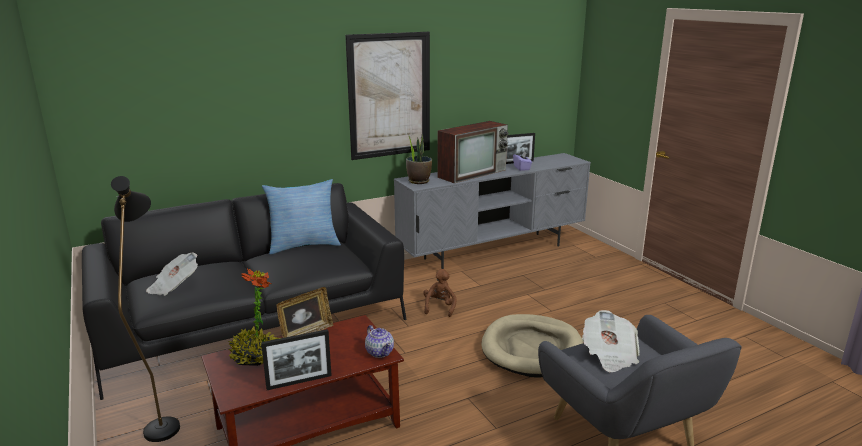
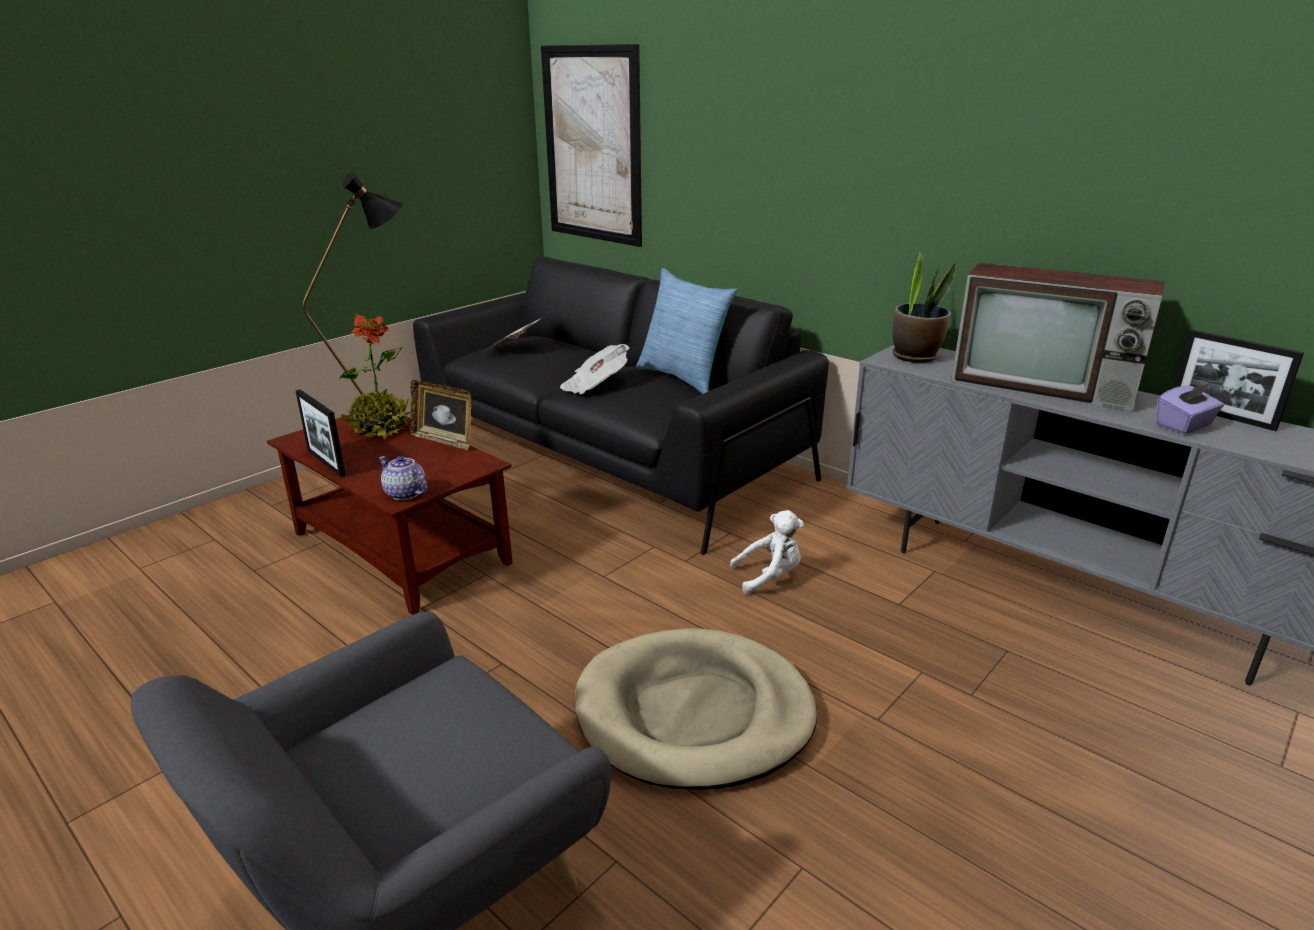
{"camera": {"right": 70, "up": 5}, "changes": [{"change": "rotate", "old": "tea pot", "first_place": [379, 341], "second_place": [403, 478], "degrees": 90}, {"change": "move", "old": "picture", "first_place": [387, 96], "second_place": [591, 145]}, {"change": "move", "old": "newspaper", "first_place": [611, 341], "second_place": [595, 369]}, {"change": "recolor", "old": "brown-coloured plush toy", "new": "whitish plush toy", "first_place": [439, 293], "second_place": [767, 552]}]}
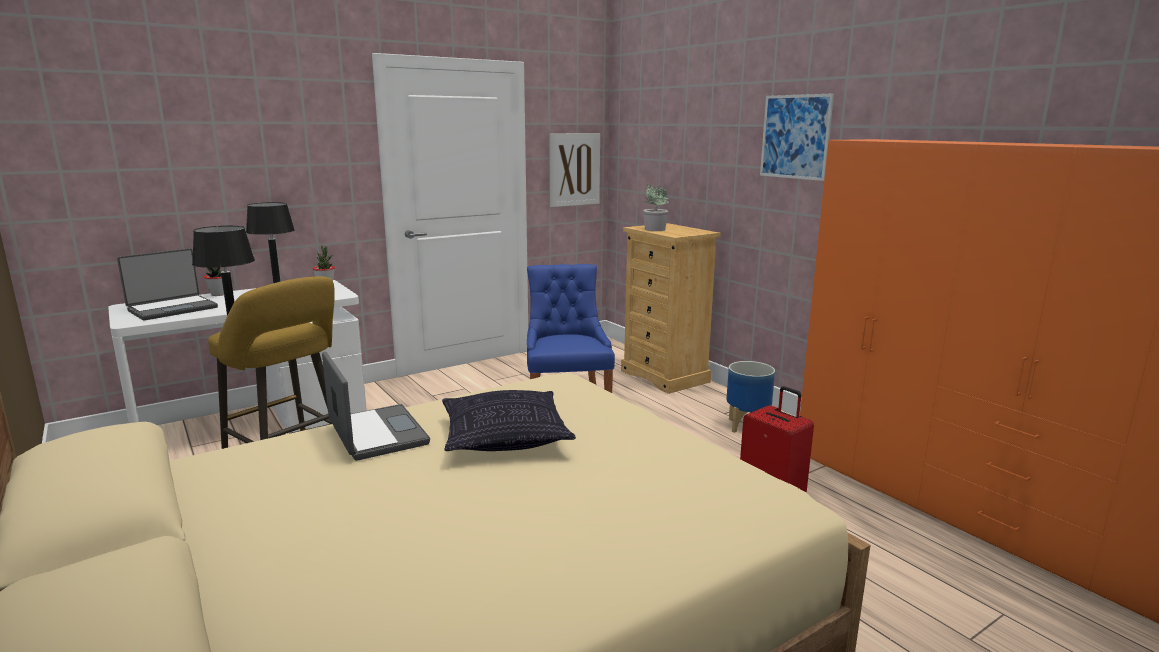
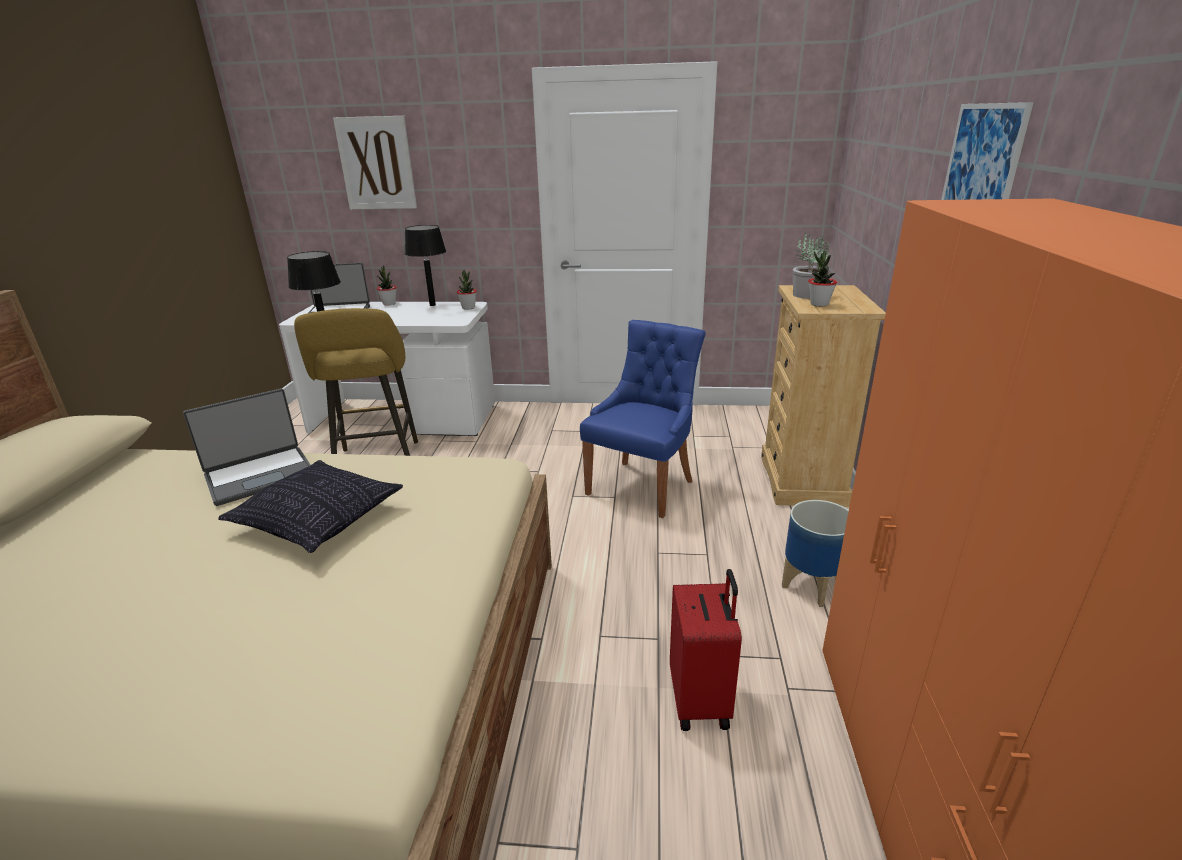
{"camera": {"right": 40, "up": 10}, "changes": [{"change": "rotate", "old": "notebook computer", "first_place": [376, 406], "second_place": [247, 447], "degrees": 45}, {"change": "move", "old": "picture", "first_place": [575, 170], "second_place": [375, 162]}, {"change": "insert", "new": "potted plant", "second_place": [822, 279]}]}
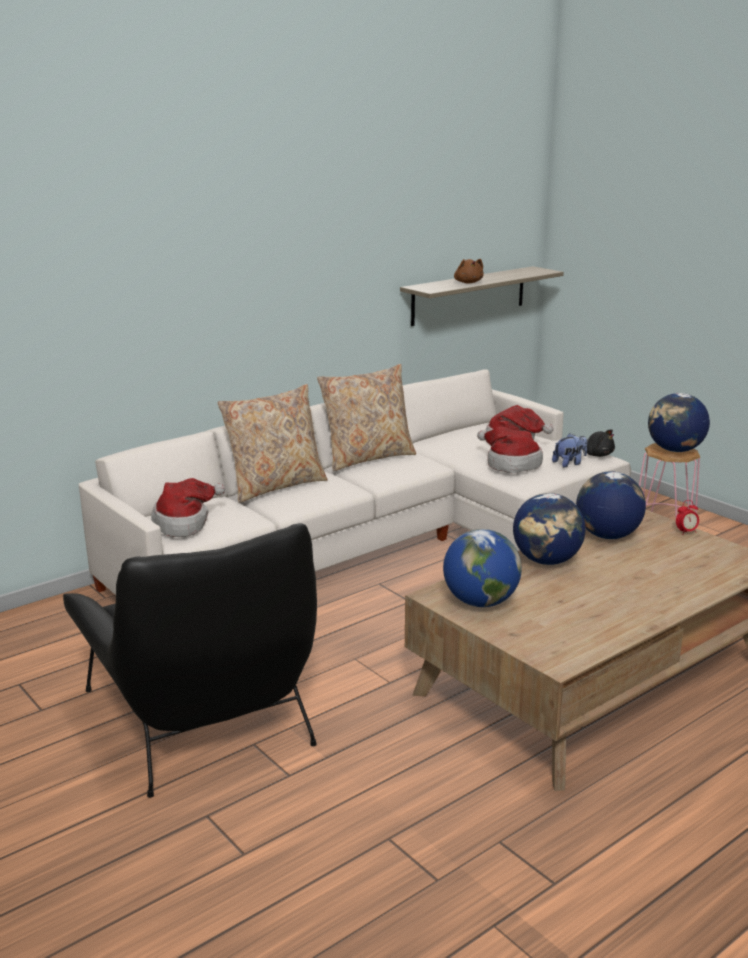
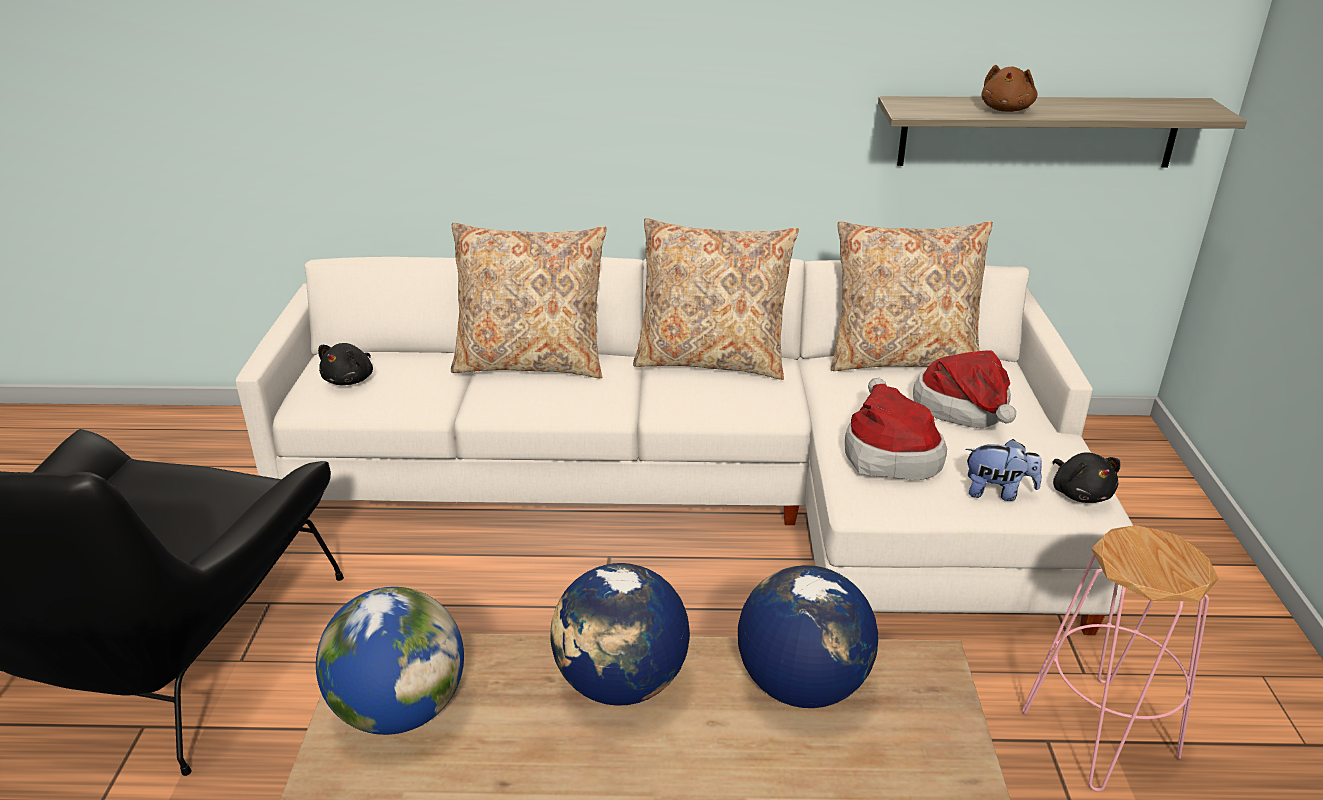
{"camera": {"right": 40, "up": 10}, "changes": [{"change": "replace", "old": "wearable hat", "new": "black-coloured plush toy", "first_place": [188, 507], "second_place": [345, 364]}, {"change": "insert", "new": "sand-coloured throw pillow", "second_place": [912, 296]}, {"change": "delete", "old": "desk globe", "first_place": [679, 422]}, {"change": "delete", "old": "table clock", "first_place": [687, 517]}]}
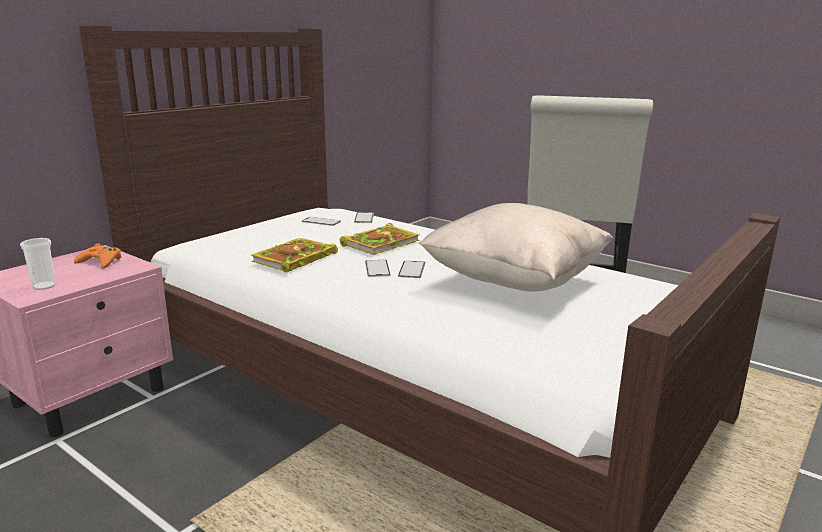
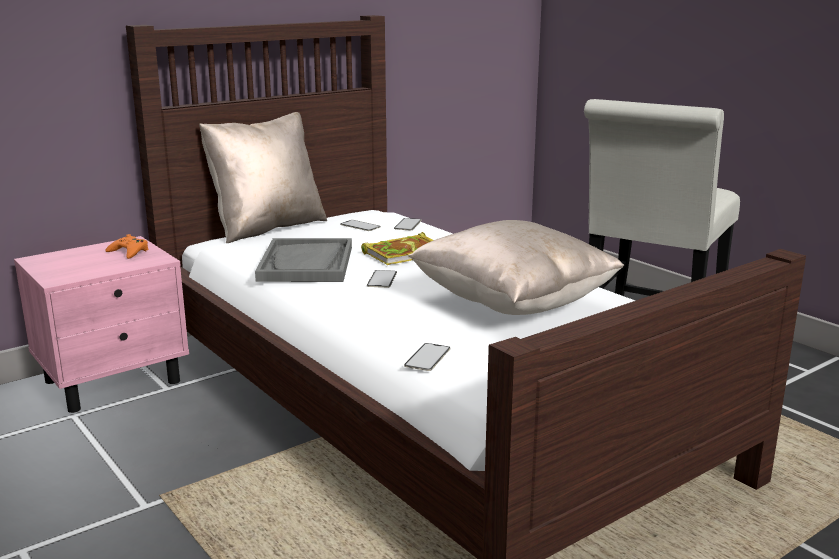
{"camera": {"right": 15, "up": 0}, "changes": [{"change": "insert", "new": "sand-coloured throw pillow", "second_place": [263, 177]}, {"change": "replace", "old": "book", "new": "gray serving tray", "first_place": [294, 255], "second_place": [303, 260]}, {"change": "move", "old": "phone", "first_place": [411, 269], "second_place": [427, 357]}, {"change": "delete", "old": "cup", "first_place": [38, 264]}]}
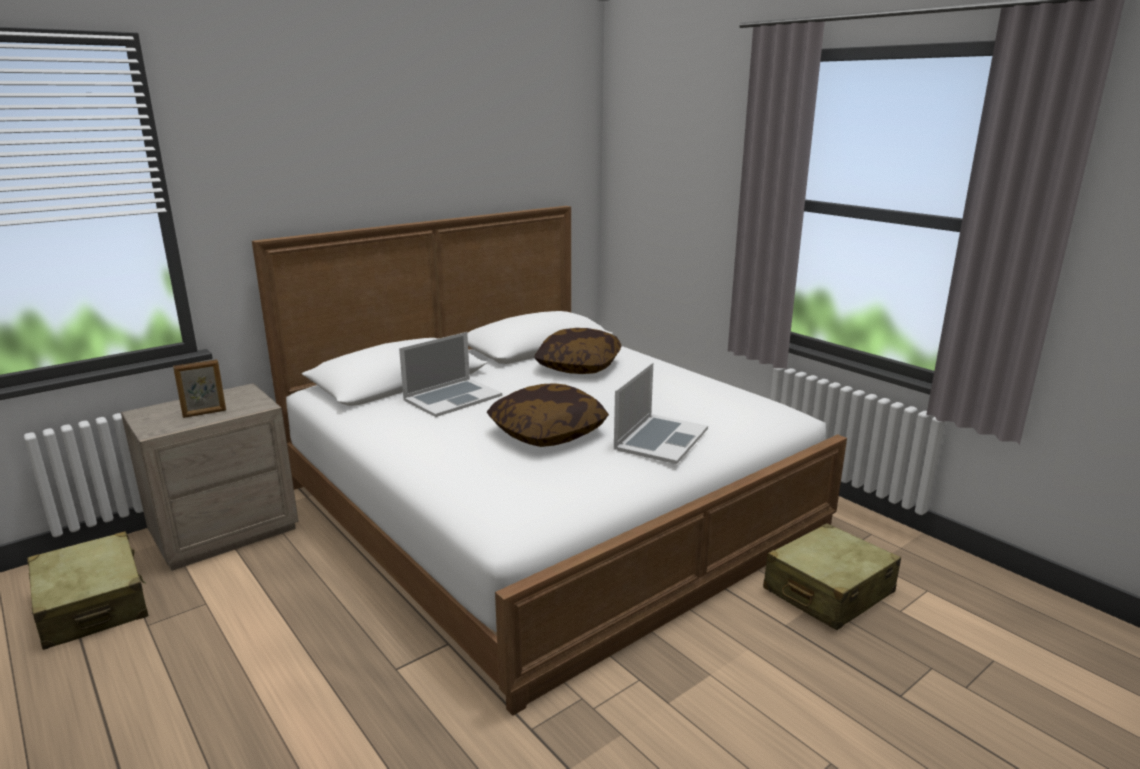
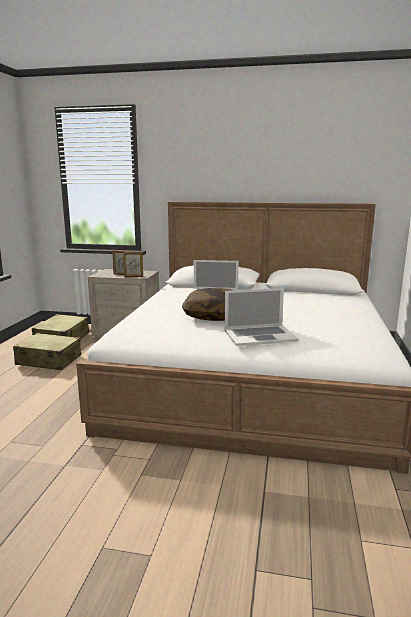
{"camera": {"right": 50, "up": -5}, "changes": [{"change": "move", "old": "sand-coloured piece of luggage", "first_place": [832, 576], "second_place": [47, 351]}, {"change": "insert", "new": "standing frame", "second_place": [133, 264]}, {"change": "delete", "old": "throw pillow", "first_place": [577, 351]}]}
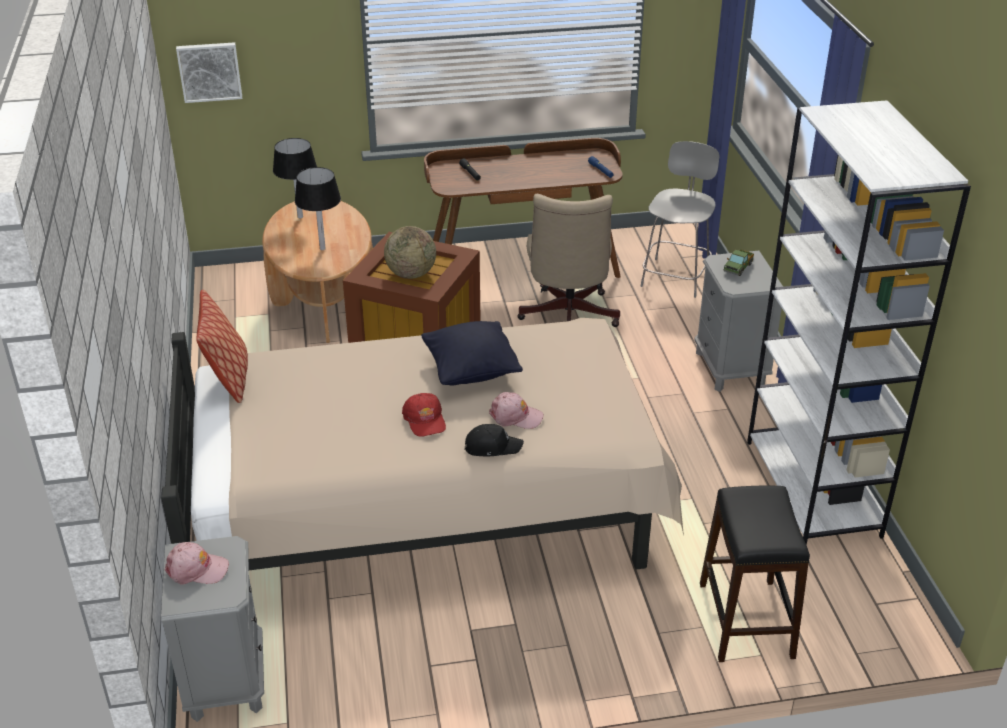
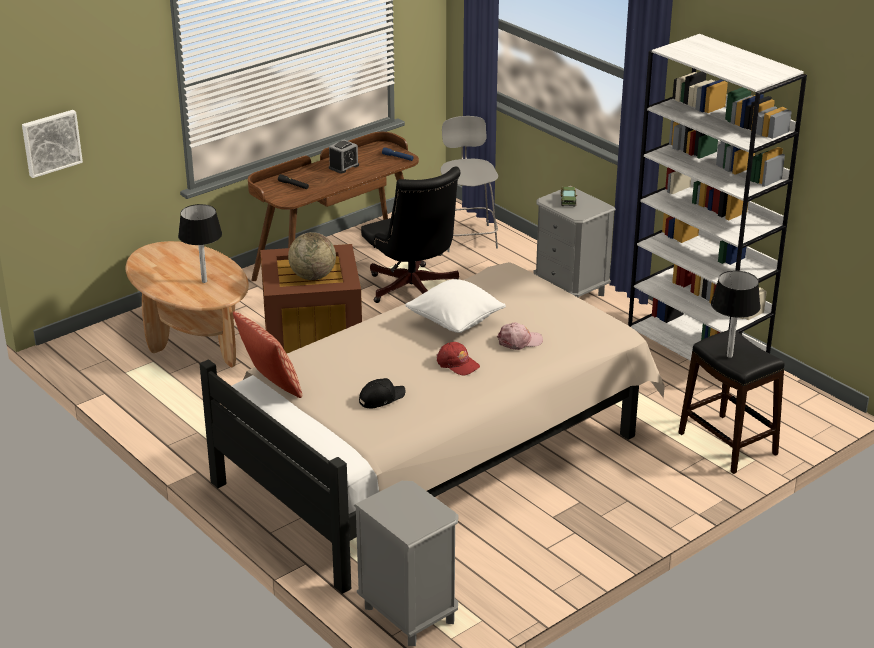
{"camera": {"right": -30, "up": -5}, "changes": [{"change": "insert", "new": "table clock", "second_place": [344, 157]}, {"change": "move", "old": "black-coloured baseball cap", "first_place": [494, 440], "second_place": [382, 393]}, {"change": "recolor", "old": "sand-coloured computer chair", "new": "black-coloured computer chair", "first_place": [568, 260], "second_place": [410, 234]}, {"change": "recolor", "old": "black-coloured throw pillow", "new": "whitish throw pillow", "first_place": [472, 353], "second_place": [455, 306]}, {"change": "move", "old": "black-coloured lamp for a table", "first_place": [295, 178], "second_place": [736, 314]}, {"change": "delete", "old": "pinkish baseball cap", "first_place": [197, 563]}]}
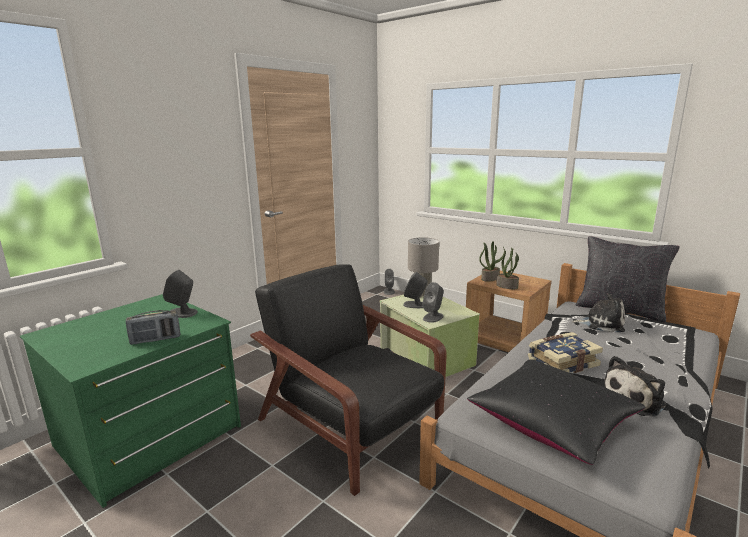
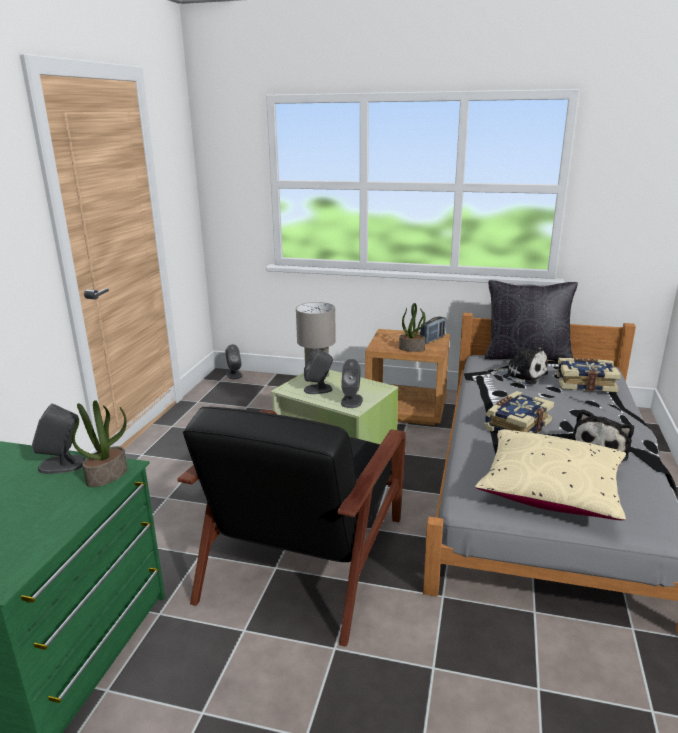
{"camera": {"right": -25, "up": 5}, "changes": [{"change": "move", "old": "potted plant", "first_place": [492, 261], "second_place": [99, 443]}, {"change": "rotate", "old": "black-coloured armchair", "first_place": [348, 380], "second_place": [291, 527], "degrees": -90}, {"change": "move", "old": "radio set", "first_place": [153, 327], "second_place": [433, 330]}, {"change": "recolor", "old": "black-coloured throw pillow", "new": "sand-coloured throw pillow", "first_place": [556, 412], "second_place": [550, 474]}, {"change": "rotate", "old": "plush toy", "first_place": [598, 313], "second_place": [520, 364], "degrees": 45}, {"change": "insert", "new": "book", "second_place": [588, 375]}]}
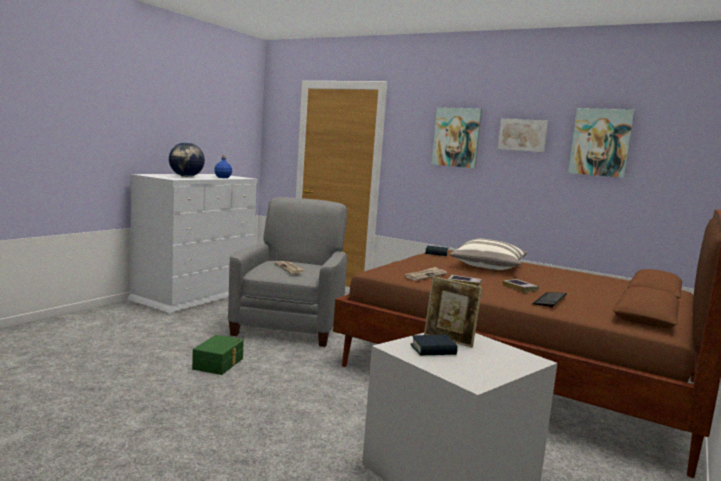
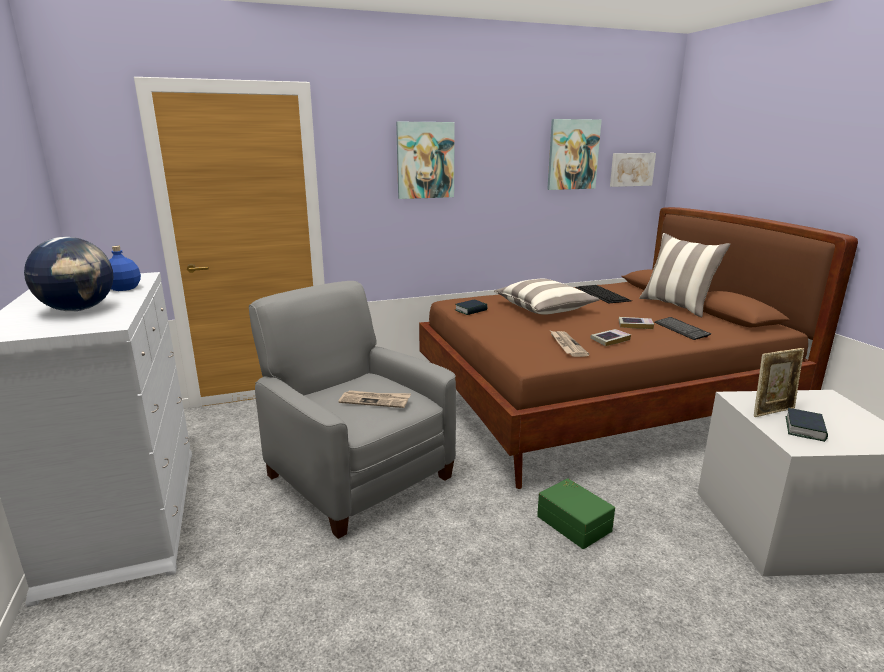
{"camera": {"right": -50, "up": 10}, "changes": [{"change": "move", "old": "green storage bin", "first_place": [218, 355], "second_place": [576, 513]}, {"change": "insert", "new": "keyboard", "second_place": [603, 294]}, {"change": "move", "old": "picture", "first_place": [523, 135], "second_place": [633, 170]}, {"change": "insert", "new": "throw pillow", "second_place": [684, 275]}]}
